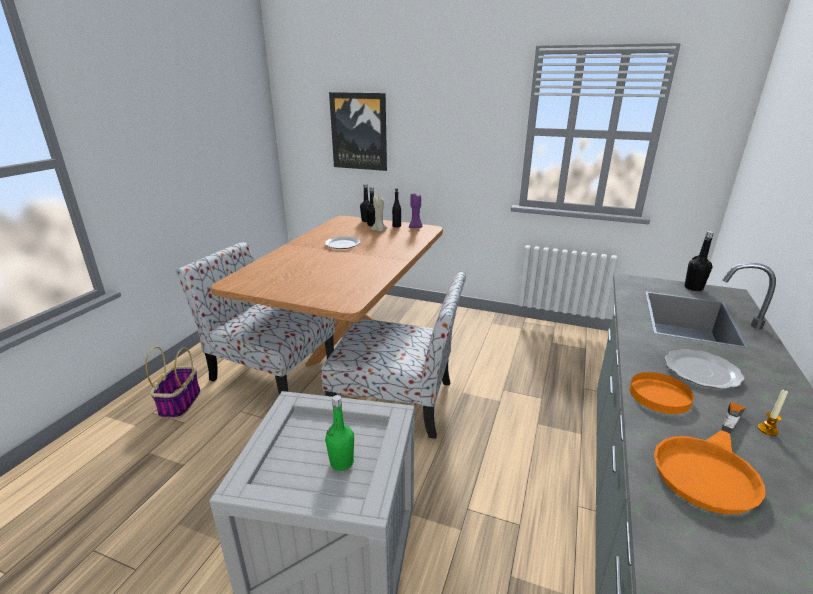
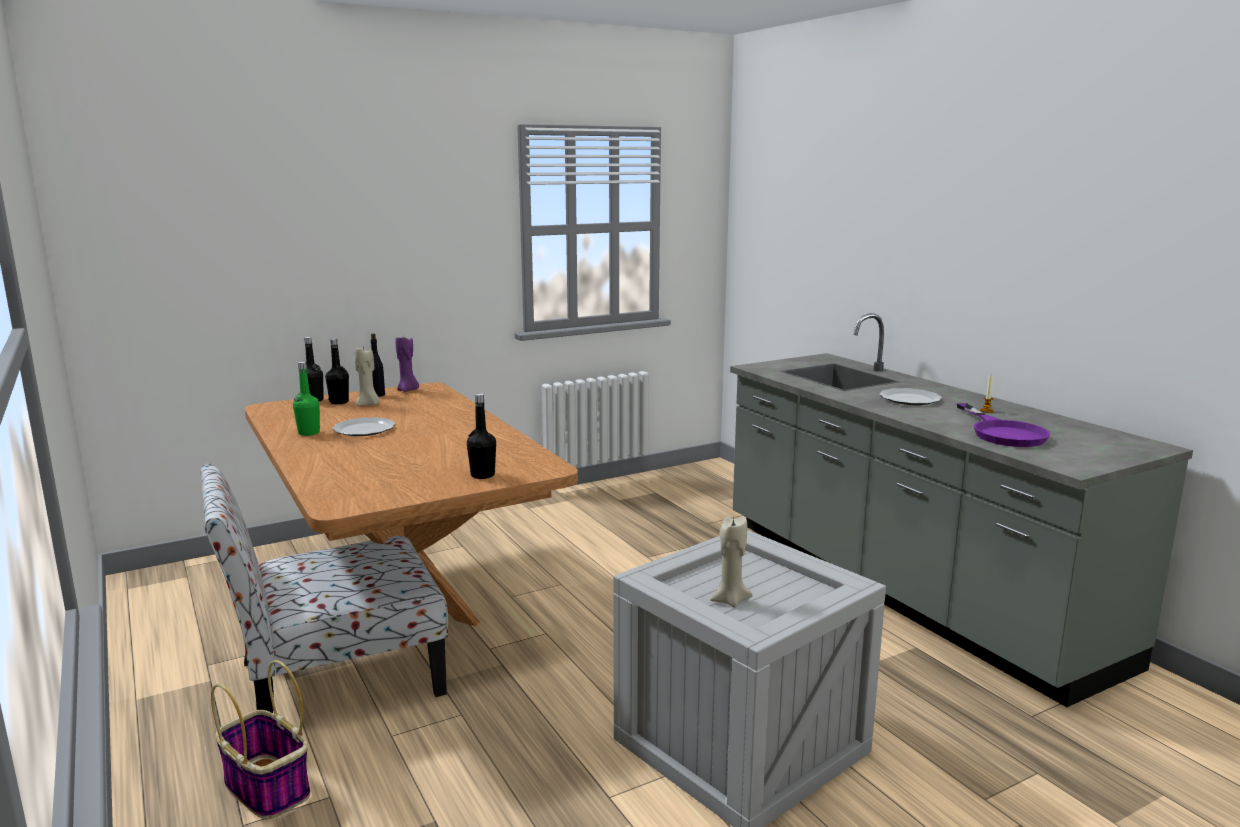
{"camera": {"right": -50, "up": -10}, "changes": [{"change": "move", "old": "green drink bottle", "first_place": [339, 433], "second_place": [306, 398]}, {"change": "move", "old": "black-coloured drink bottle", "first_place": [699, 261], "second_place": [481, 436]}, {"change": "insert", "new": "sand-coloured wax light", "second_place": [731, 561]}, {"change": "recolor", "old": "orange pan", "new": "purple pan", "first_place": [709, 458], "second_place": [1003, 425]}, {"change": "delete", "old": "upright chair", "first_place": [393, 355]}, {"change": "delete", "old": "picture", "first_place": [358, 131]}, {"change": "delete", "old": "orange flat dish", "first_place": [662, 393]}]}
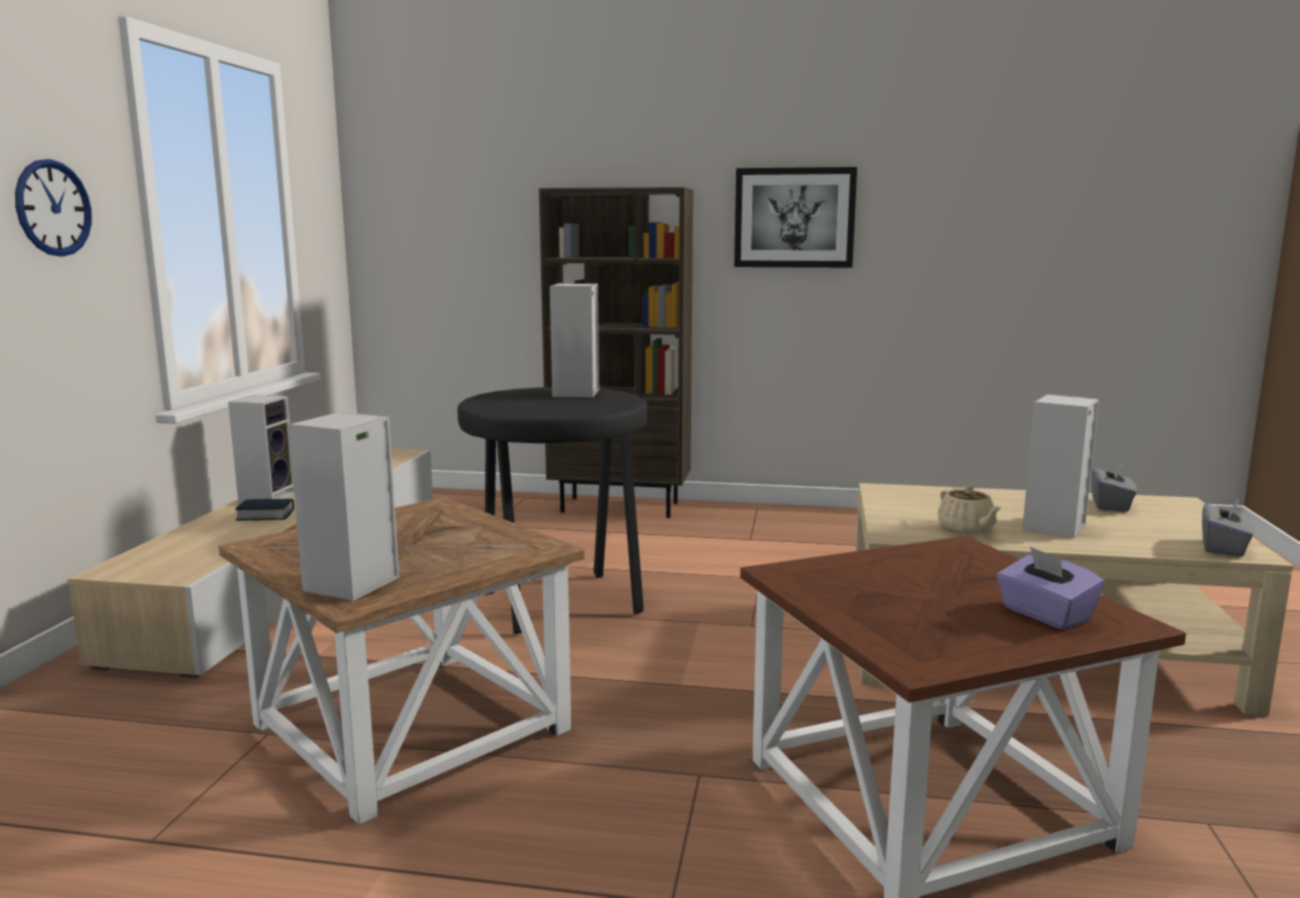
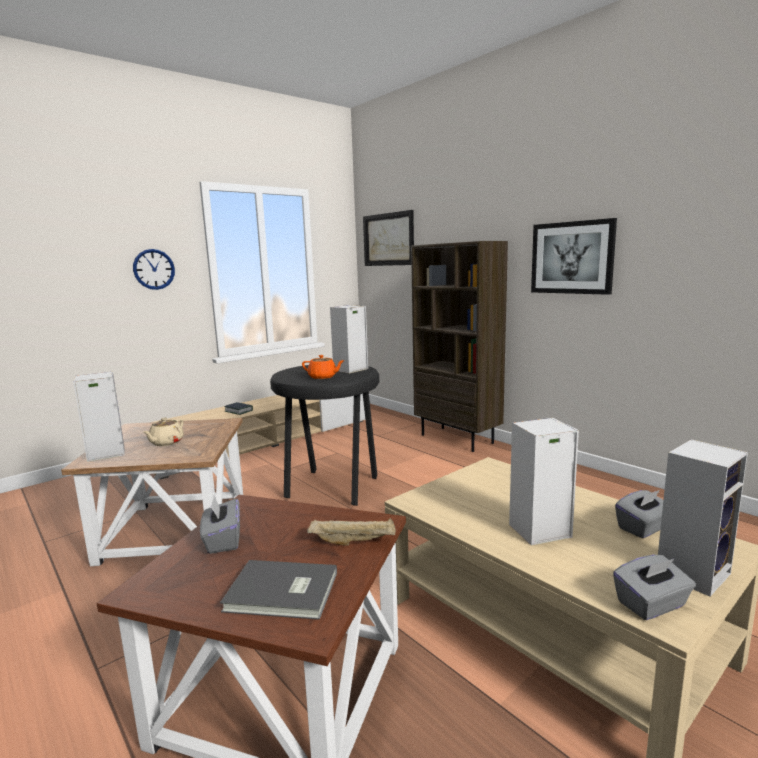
{"camera": {"right": 40, "up": 0}, "changes": [{"change": "move", "old": "sand-coloured tea pot", "first_place": [969, 509], "second_place": [163, 431]}, {"change": "insert", "new": "gray tissue holder", "second_place": [220, 525]}, {"change": "replace", "old": "purple tissue holder", "new": "gray book", "first_place": [1051, 588], "second_place": [278, 590]}, {"change": "insert", "new": "orange tea pot", "second_place": [323, 367]}, {"change": "insert", "new": "sand-coloured serving tray", "second_place": [351, 532]}, {"change": "insert", "new": "picture", "second_place": [388, 238]}, {"change": "move", "old": "audio speaker", "first_place": [261, 448], "second_place": [703, 518]}]}
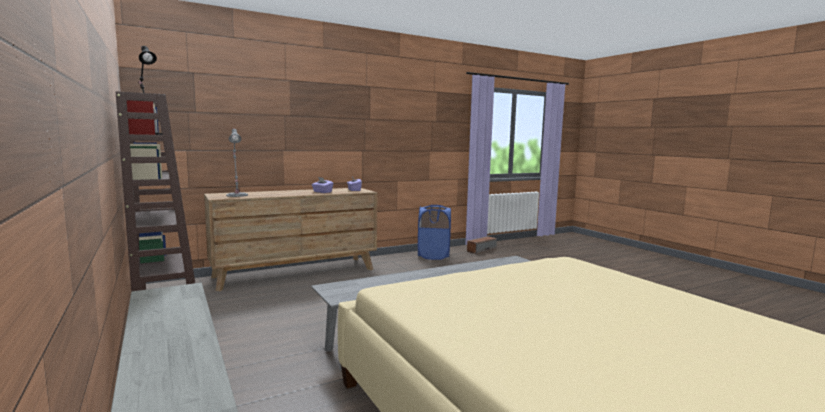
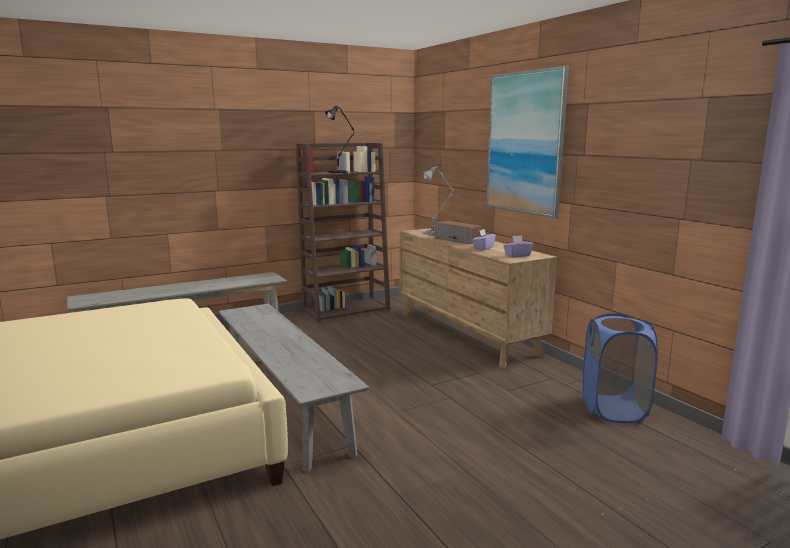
{"camera": {"right": 90, "up": 5}, "changes": [{"change": "move", "old": "audio speaker", "first_place": [482, 245], "second_place": [458, 232]}, {"change": "insert", "new": "picture", "second_place": [527, 142]}]}
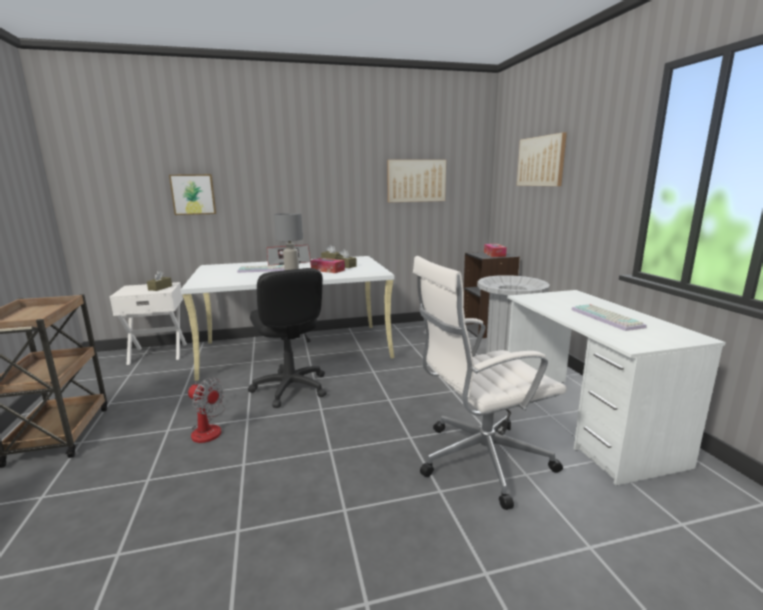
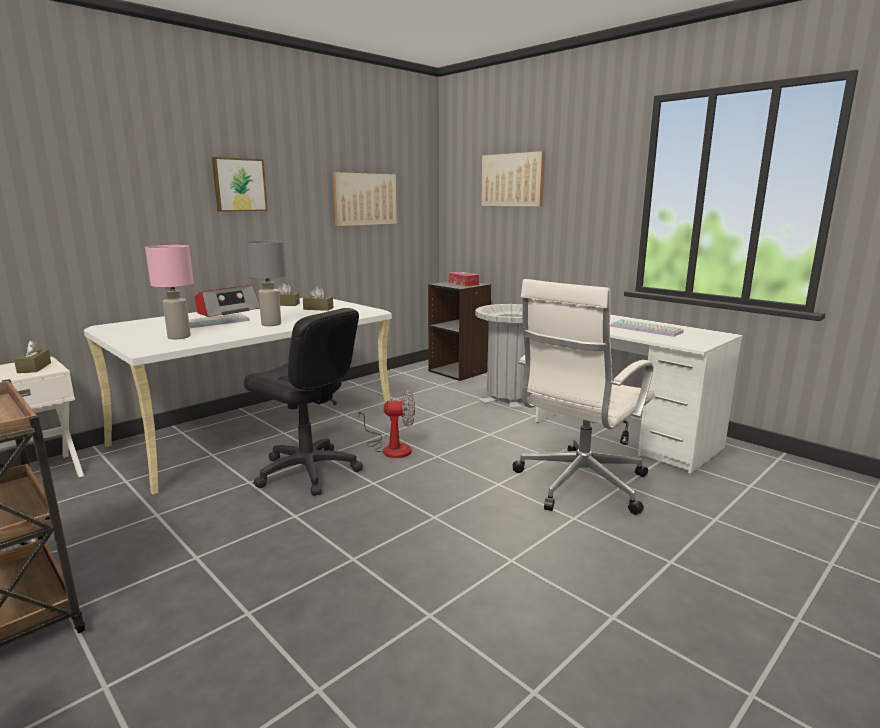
{"camera": {"right": -30, "up": 0}, "changes": [{"change": "insert", "new": "pinkish lamp for a table", "second_place": [169, 292]}, {"change": "move", "old": "picture", "first_place": [192, 194], "second_place": [240, 184]}, {"change": "move", "old": "cooling fan", "first_place": [206, 410], "second_place": [386, 424]}, {"change": "delete", "old": "tissue holder", "first_place": [327, 265]}]}
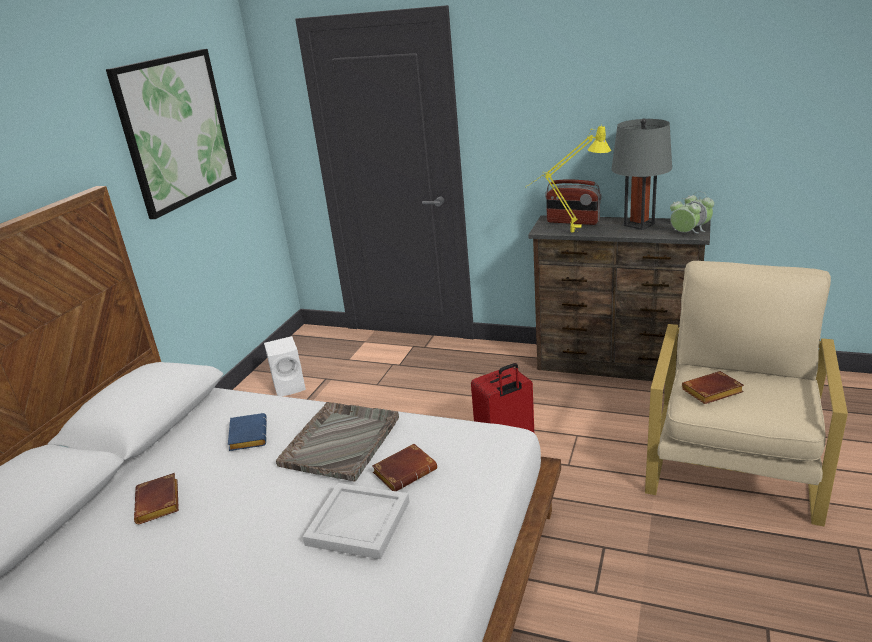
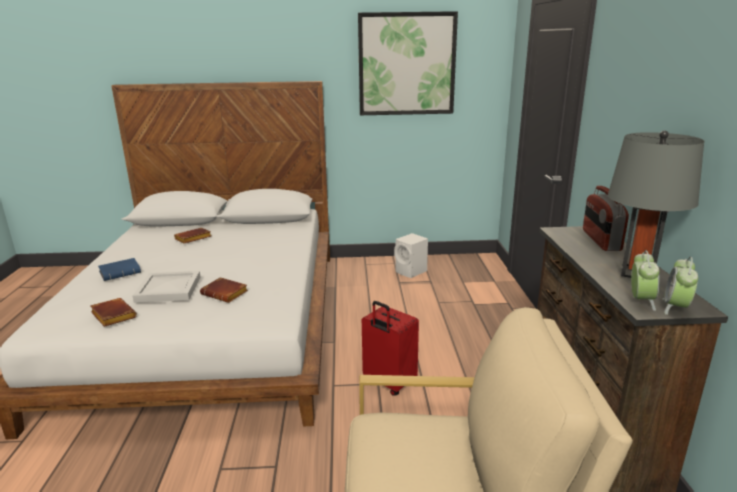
{"camera": {"right": 65, "up": -5}, "changes": [{"change": "move", "old": "brown-coloured book", "first_place": [713, 387], "second_place": [113, 312]}, {"change": "move", "old": "blue book", "first_place": [247, 432], "second_place": [119, 269]}, {"change": "delete", "old": "gray serving tray", "first_place": [337, 441]}, {"change": "delete", "old": "yellow-coloured lamp for a table", "first_place": [567, 179]}]}
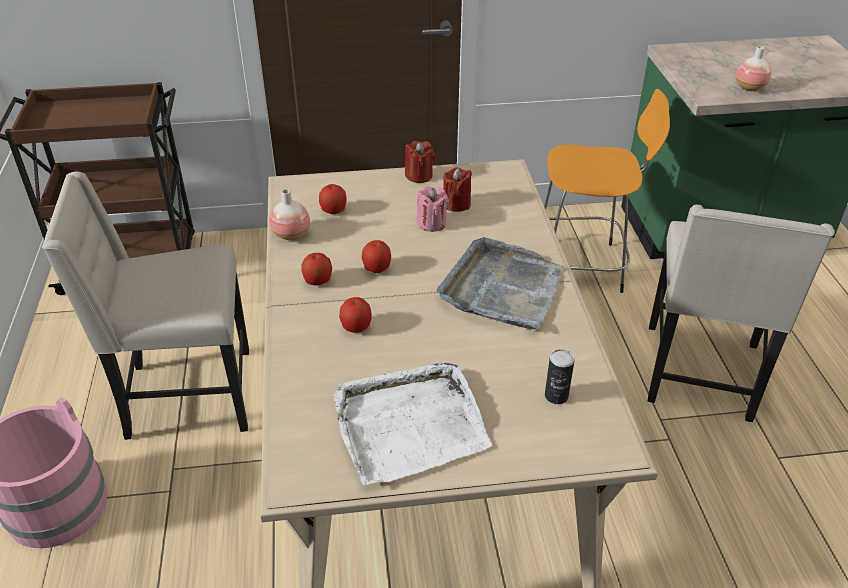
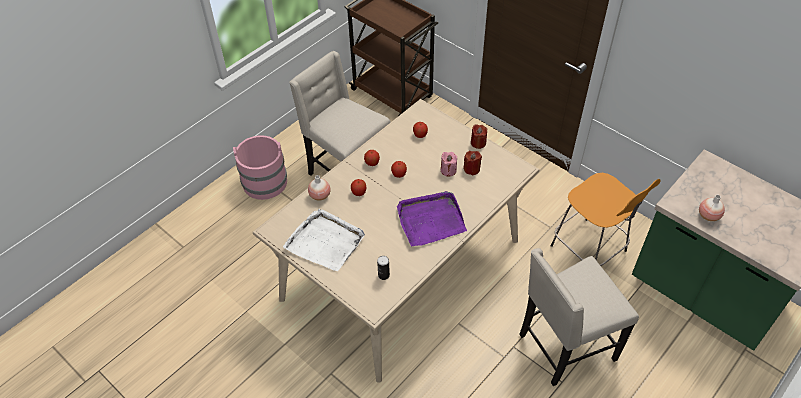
{"camera": {"right": 50, "up": 10}, "changes": [{"change": "move", "old": "flower vase", "first_place": [289, 214], "second_place": [319, 188]}, {"change": "recolor", "old": "gray serving tray", "new": "purple serving tray", "first_place": [500, 283], "second_place": [432, 218]}]}
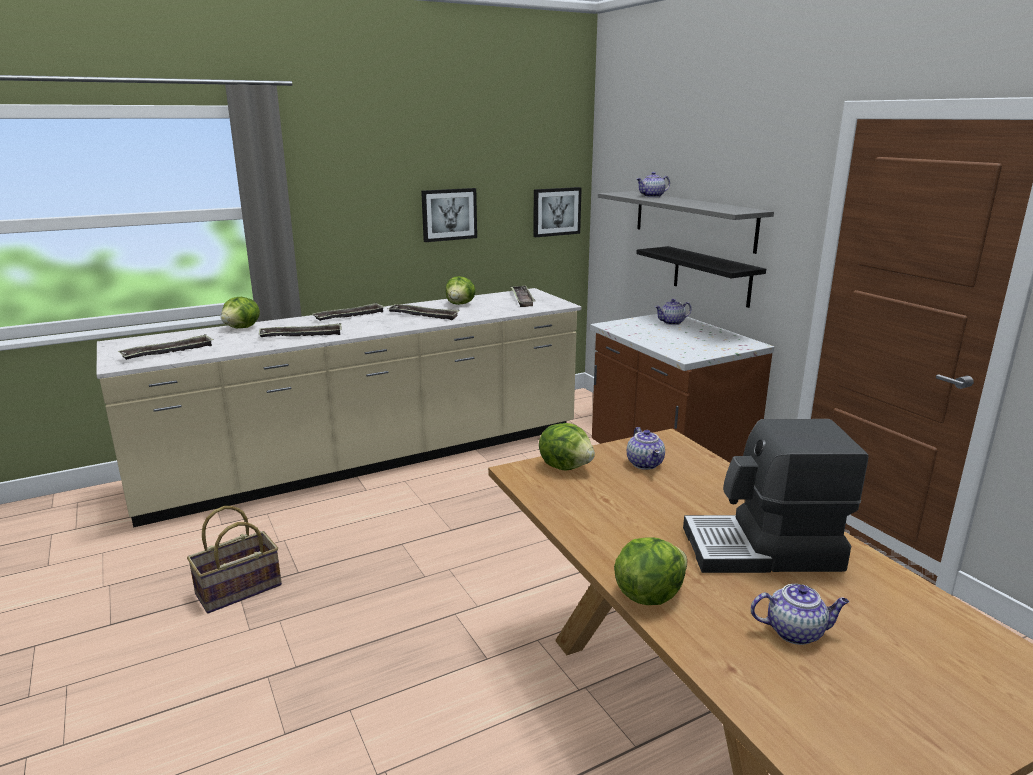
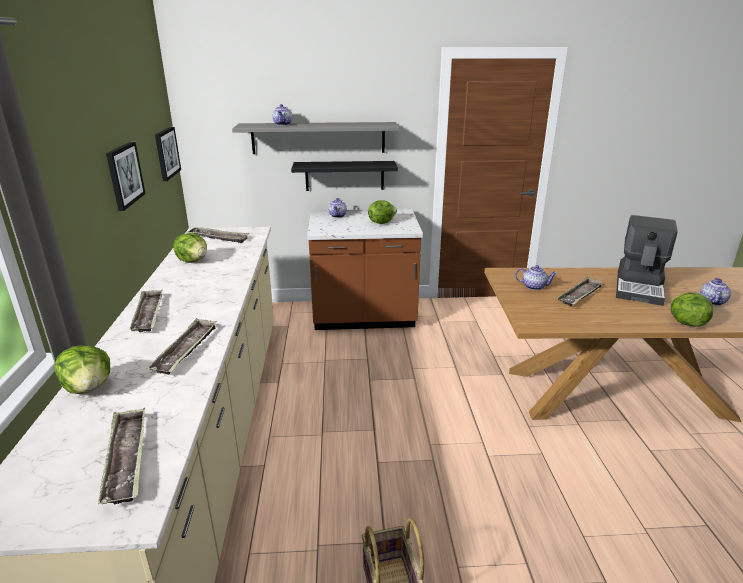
{"camera": {"right": -65, "up": 5}, "changes": [{"change": "move", "old": "head of lettuce", "first_place": [567, 447], "second_place": [382, 212]}, {"change": "move", "old": "serving tray", "first_place": [424, 312], "second_place": [580, 291]}]}
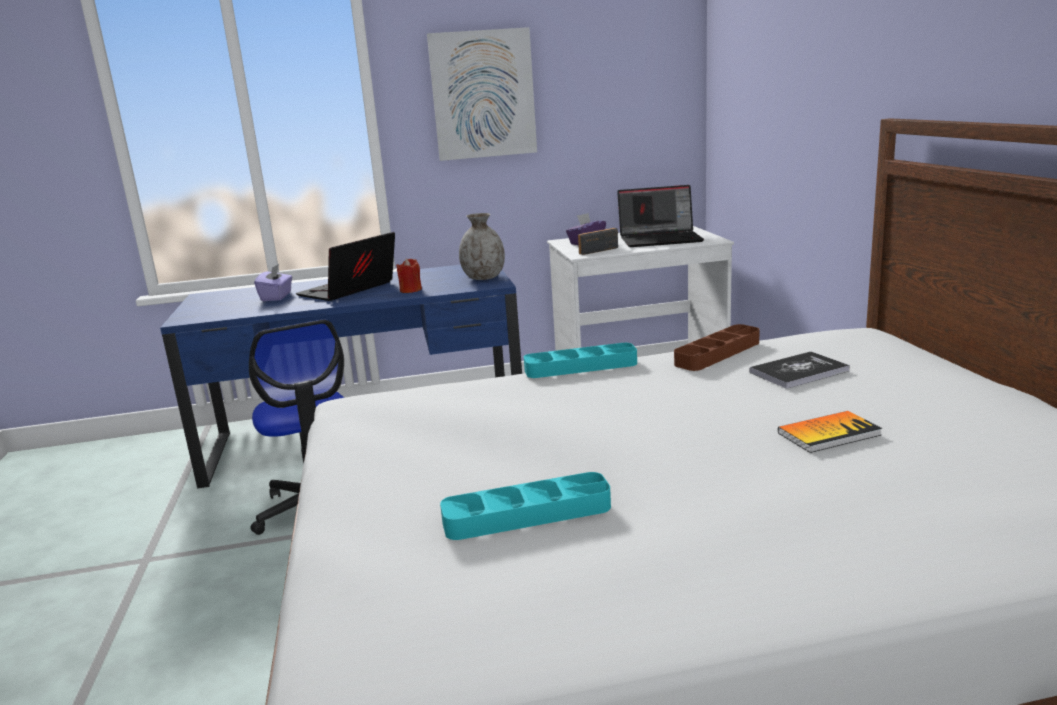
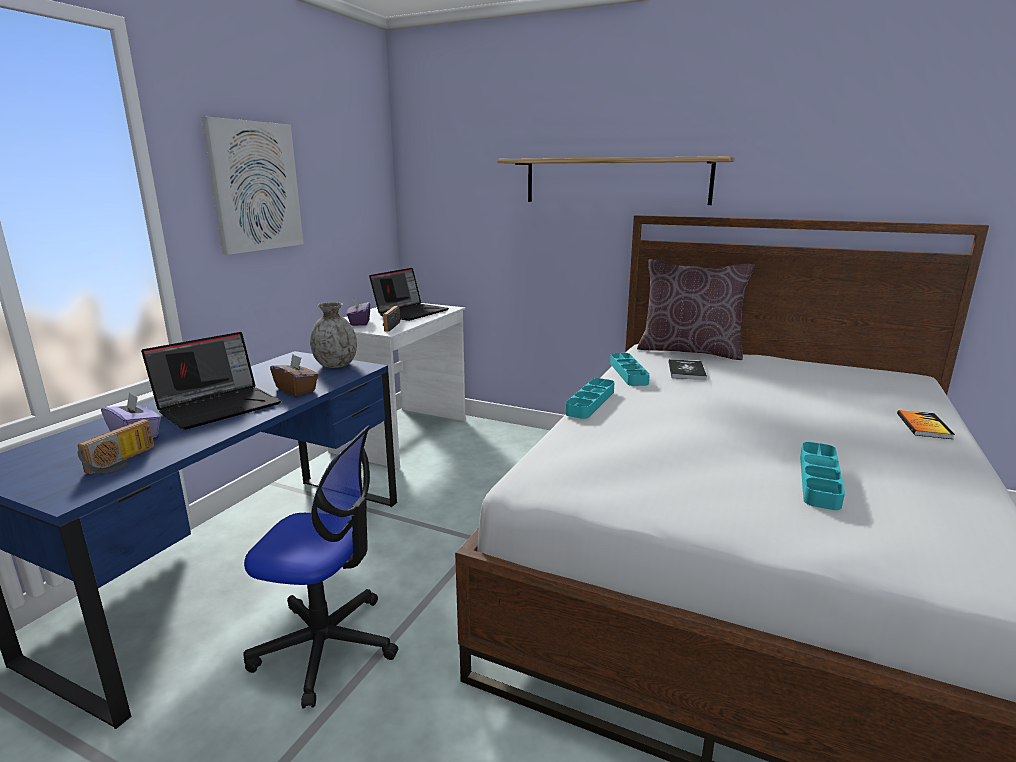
{"camera": {"right": -55, "up": 0}, "changes": [{"change": "insert", "new": "radio set", "second_place": [116, 446]}, {"change": "rotate", "old": "notebook computer", "first_place": [345, 266], "second_place": [211, 381], "degrees": -120}, {"change": "replace", "old": "red-coloured wax light", "new": "brown-coloured tissue holder", "first_place": [409, 275], "second_place": [294, 375]}, {"change": "insert", "new": "shelf", "second_place": [616, 180]}, {"change": "recolor", "old": "brown-coloured serving tray", "new": "turquoise-coloured serving tray", "first_place": [717, 347], "second_place": [630, 369]}, {"change": "insert", "new": "brown-coloured throw pillow", "second_place": [696, 309]}, {"change": "move", "old": "book", "first_place": [830, 432], "second_place": [926, 424]}]}
